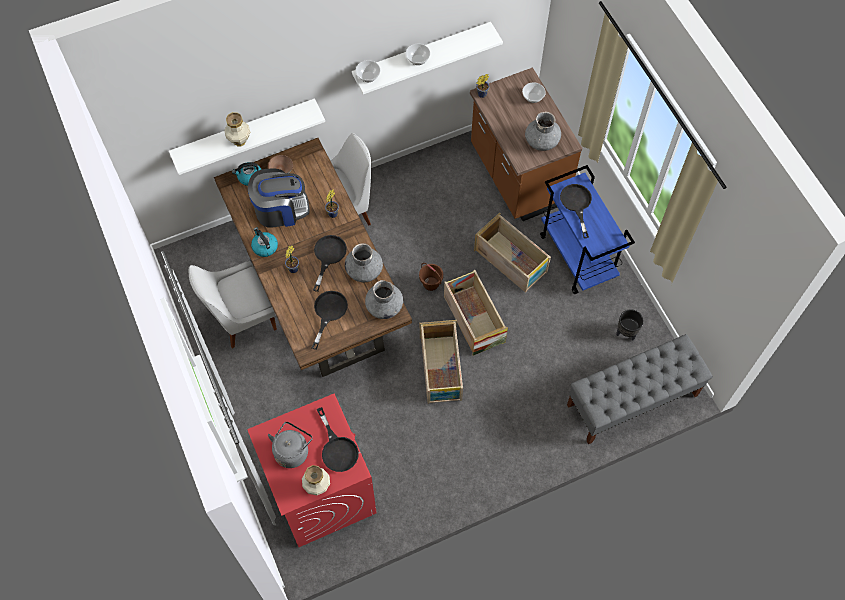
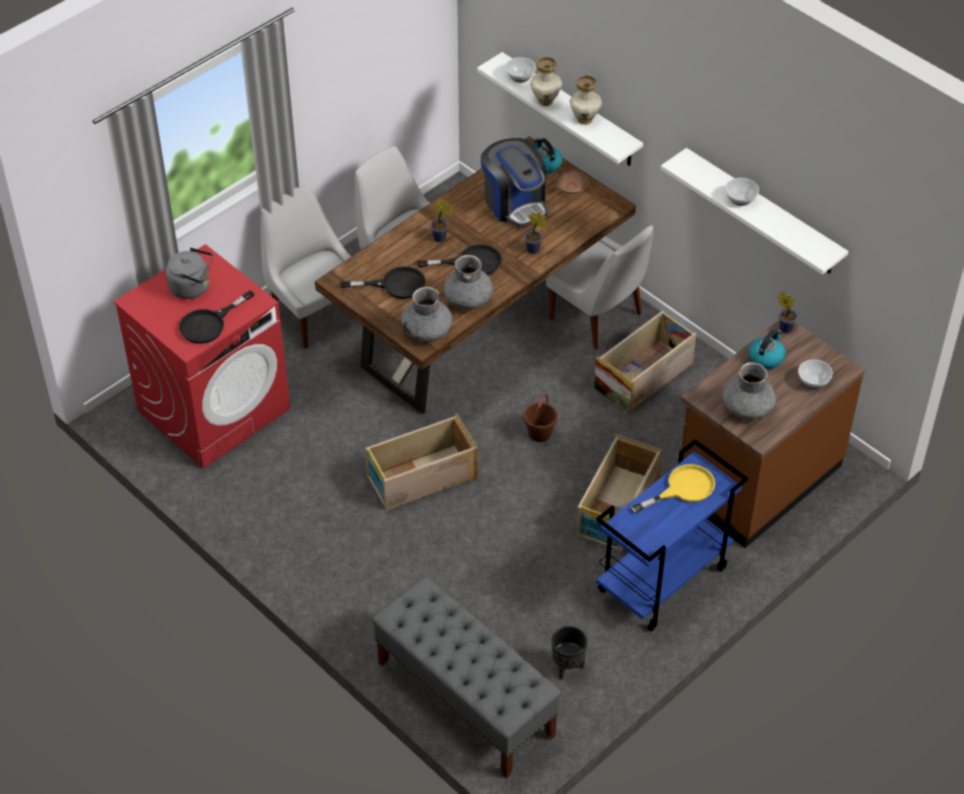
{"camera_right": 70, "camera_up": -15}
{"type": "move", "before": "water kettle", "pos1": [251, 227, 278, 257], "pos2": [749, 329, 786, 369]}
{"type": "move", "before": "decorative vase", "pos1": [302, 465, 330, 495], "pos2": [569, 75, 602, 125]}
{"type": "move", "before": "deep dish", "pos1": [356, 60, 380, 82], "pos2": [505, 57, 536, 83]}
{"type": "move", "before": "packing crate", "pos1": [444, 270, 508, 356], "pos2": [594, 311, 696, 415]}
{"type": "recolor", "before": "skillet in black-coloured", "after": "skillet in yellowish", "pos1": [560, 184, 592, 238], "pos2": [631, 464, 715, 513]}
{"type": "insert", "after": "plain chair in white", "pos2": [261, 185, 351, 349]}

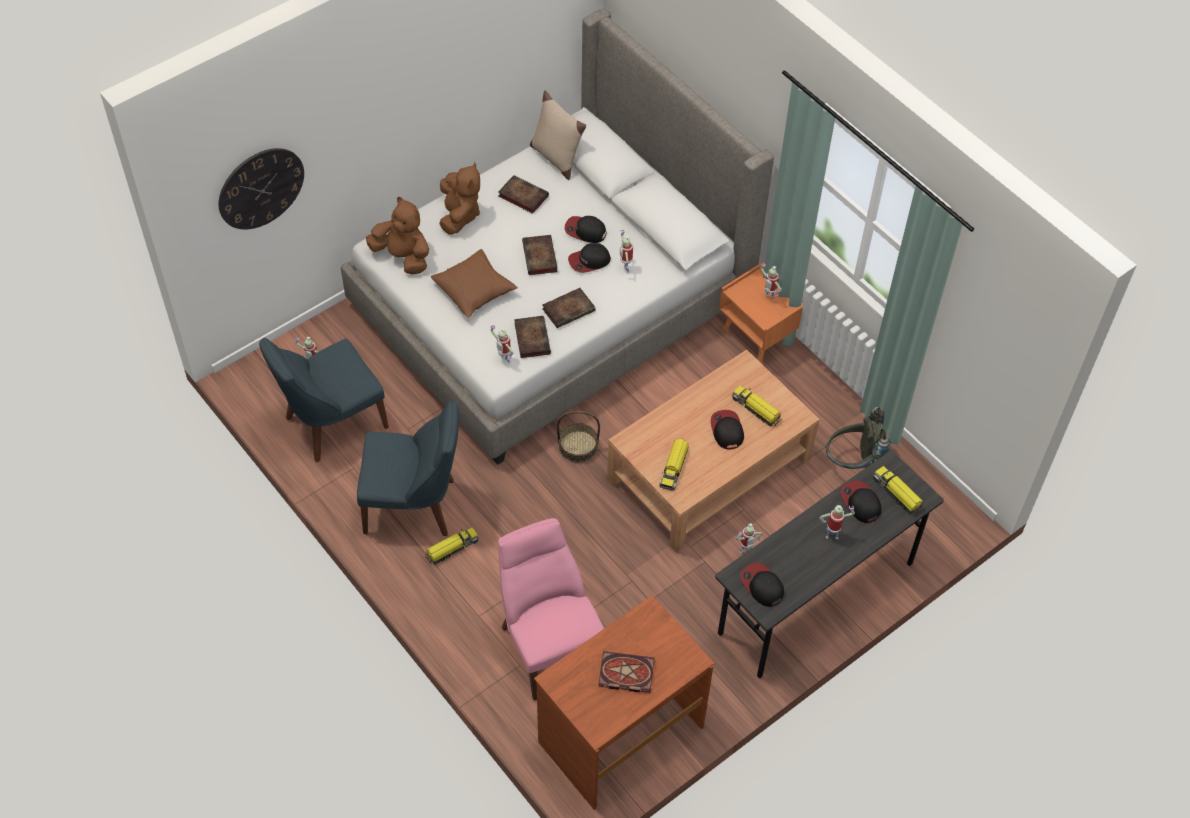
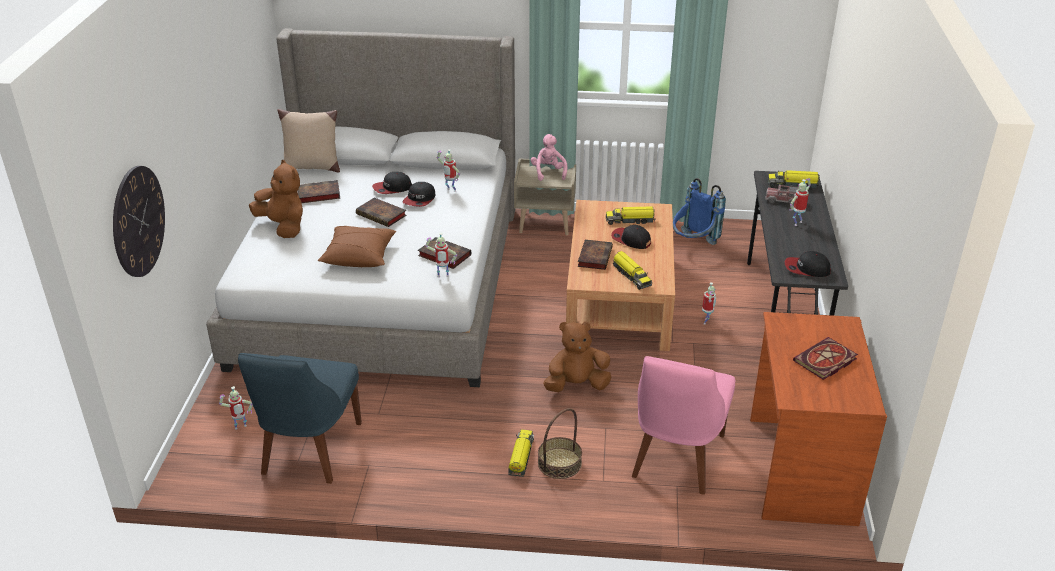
{"camera_right": -45, "camera_up": -20}
{"type": "delete", "before": "plain chair in blue", "pos1": [357, 401, 459, 536]}
{"type": "move", "before": "soft toy in brownish", "pos1": [366, 197, 429, 274], "pos2": [543, 321, 611, 392]}
{"type": "rotate", "before": "plain chair in pink-coloured", "pos1": [498, 518, 604, 700], "pos2": [632, 356, 735, 495], "turn": -90}
{"type": "move", "before": "bound book", "pos1": [542, 288, 595, 328], "pos2": [578, 240, 613, 270]}
{"type": "move", "before": "storage basket", "pos1": [557, 411, 600, 463], "pos2": [538, 408, 582, 479]}
{"type": "recolor", "before": "bedside table in orange", "after": "bedside table in sand-coloured", "pos1": [719, 262, 803, 364], "pos2": [514, 158, 576, 236]}
{"type": "replace", "before": "robot figure", "after": "soft toy in pink-coloured", "pos1": [760, 263, 782, 301], "pos2": [531, 134, 567, 181]}
{"type": "recolor", "before": "rucksack in gray", "after": "rucksack in blue", "pos1": [826, 407, 891, 469], "pos2": [673, 178, 726, 245]}
{"type": "replace", "before": "cap", "after": "toy truck", "pos1": [841, 480, 882, 523], "pos2": [765, 185, 800, 206]}

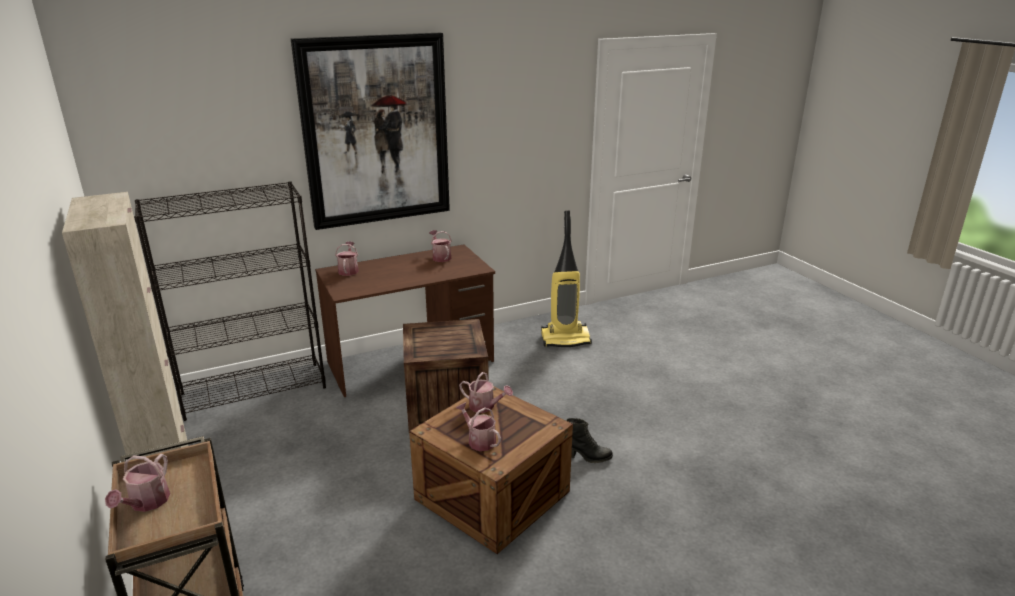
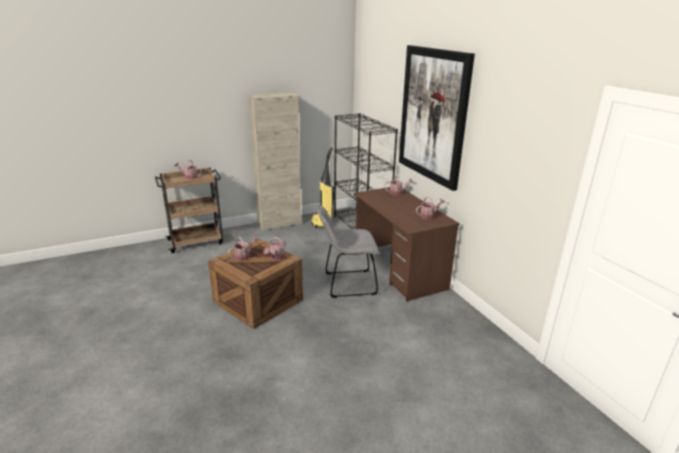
{"camera_right": 90, "camera_up": 0}
{"type": "replace", "before": "packing crate", "after": "plain chair in gray", "pos1": [403, 319, 489, 431], "pos2": [318, 205, 379, 298]}
{"type": "move", "before": "vacuum", "pos1": [541, 210, 592, 347], "pos2": [311, 147, 335, 228]}
{"type": "delete", "before": "boot in black-coloured", "pos1": [566, 418, 613, 463]}

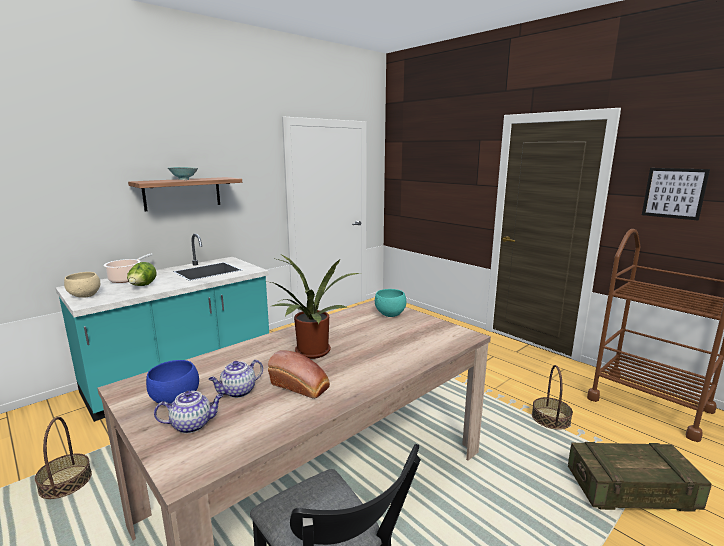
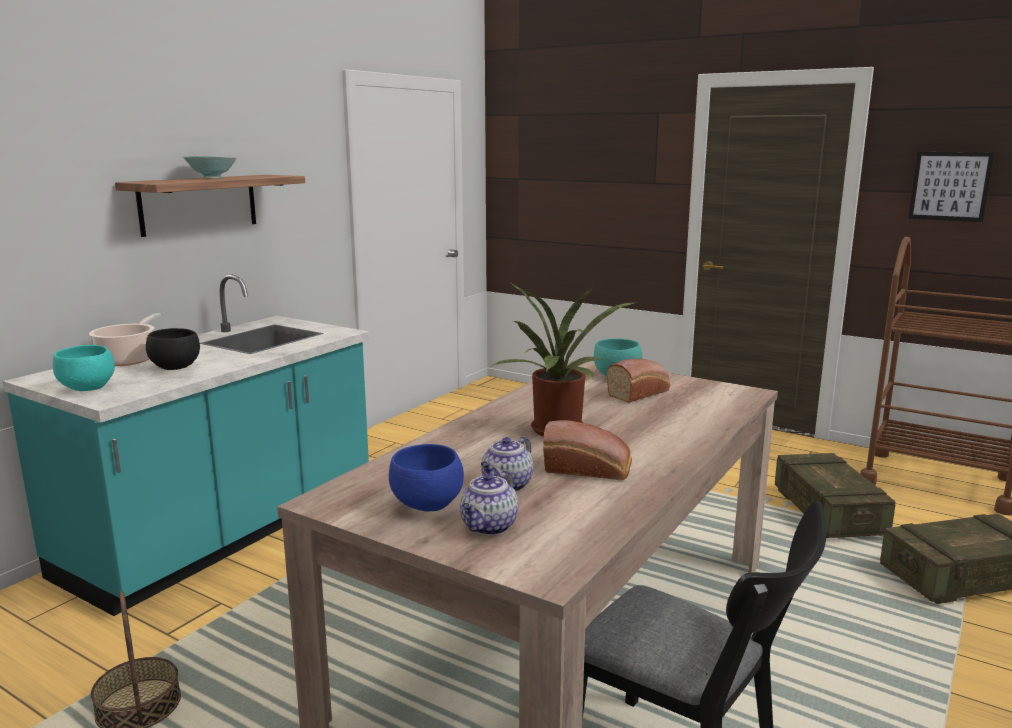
{"camera_right": -15, "camera_up": 0}
{"type": "recolor", "before": "deep dish in sand-coloured", "after": "deep dish in blue-green", "pos1": [64, 272, 100, 298], "pos2": [53, 345, 115, 391]}
{"type": "replace", "before": "lettuce head", "after": "deep dish in black-coloured", "pos1": [127, 262, 156, 286], "pos2": [146, 328, 200, 370]}
{"type": "rotate", "before": "tea pot", "pos1": [154, 391, 223, 433], "pos2": [460, 470, 518, 535], "turn": 150}
{"type": "replace", "before": "storage basket", "after": "packing crate", "pos1": [532, 365, 573, 430], "pos2": [775, 453, 896, 538]}
{"type": "insert", "after": "bread", "pos2": [607, 359, 670, 403]}

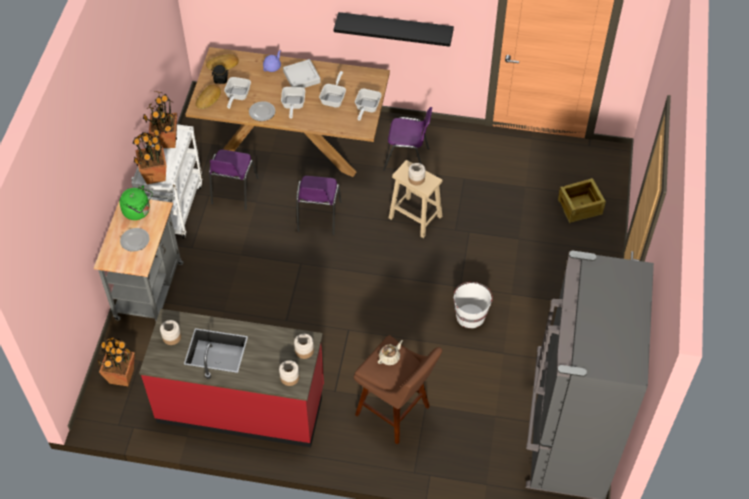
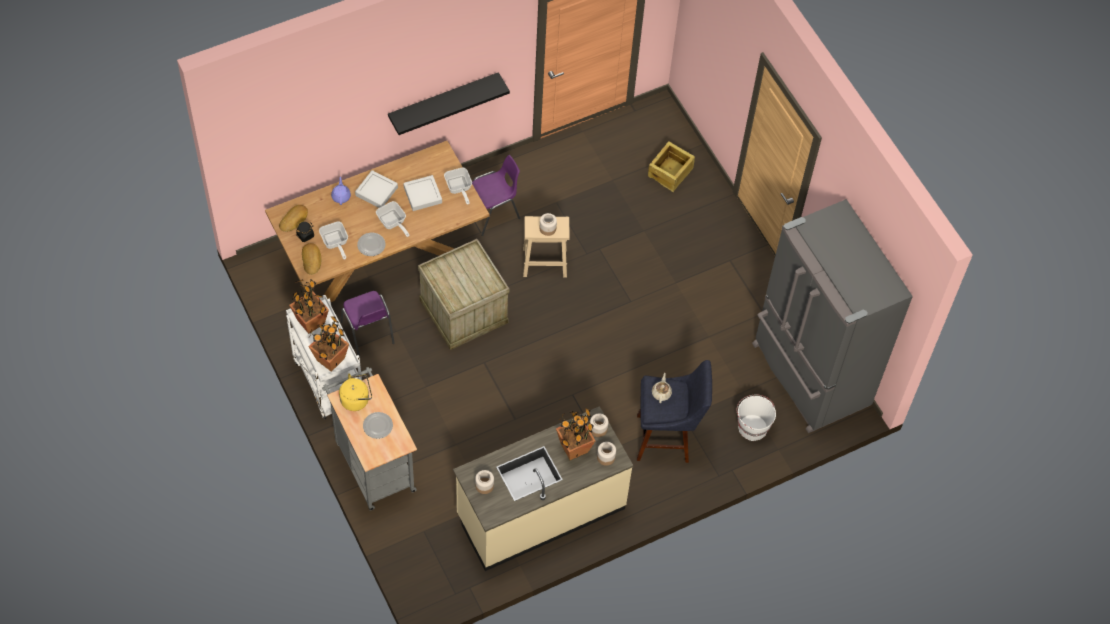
{"camera_right": -40, "camera_up": 5}
{"type": "move", "before": "houseplant", "pos1": [98, 337, 135, 386], "pos2": [556, 408, 595, 460]}
{"type": "recolor", "before": "water kettle in green", "after": "water kettle in yellowish", "pos1": [119, 185, 153, 220], "pos2": [339, 374, 372, 411]}
{"type": "recolor", "before": "kitchen base unit in red", "after": "kitchen base unit in sand-coloured", "pos1": [139, 309, 324, 447], "pos2": [453, 406, 633, 571]}
{"type": "replace", "before": "plain chair in purple-coloured", "after": "packing crate", "pos1": [296, 176, 341, 235], "pos2": [418, 239, 509, 350]}
{"type": "replace", "before": "skillet", "after": "tray in gray", "pos1": [319, 71, 346, 108], "pos2": [403, 175, 442, 211]}
{"type": "recolor", "before": "stool in brownish", "after": "stool in blue", "pos1": [354, 335, 442, 445], "pos2": [637, 360, 712, 463]}
{"type": "move", "before": "bucket in white", "pos1": [454, 282, 493, 328], "pos2": [737, 394, 776, 441]}

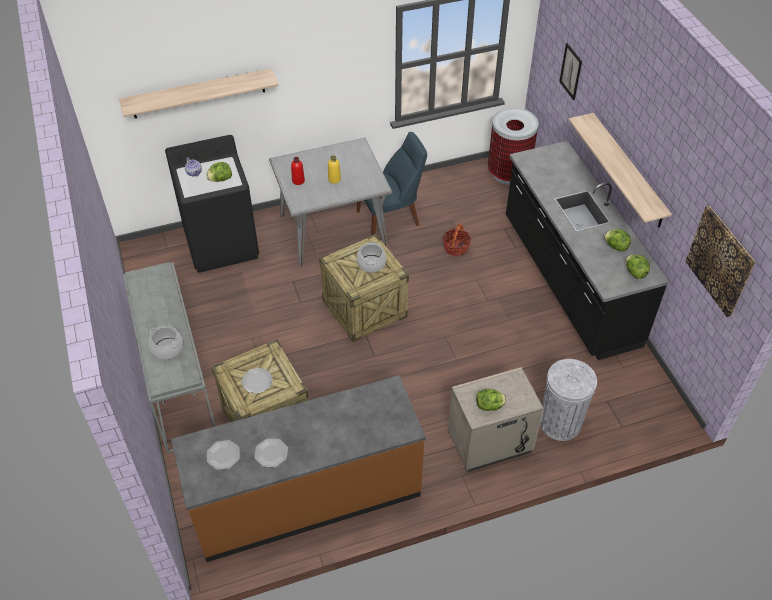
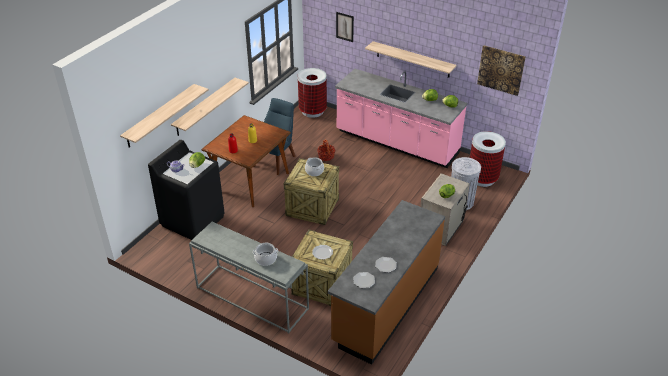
{"camera_right": -40, "camera_up": -10}
{"type": "recolor", "before": "dinner table in gray", "after": "dinner table in brownish", "pos1": [269, 137, 392, 266], "pos2": [202, 115, 291, 207]}
{"type": "recolor", "before": "kitchen base unit in black-coloured", "after": "kitchen base unit in pink-coloured", "pos1": [506, 141, 669, 360], "pos2": [335, 69, 467, 168]}
{"type": "insert", "after": "bracket shelf", "pos2": [171, 78, 249, 136]}
{"type": "insert", "after": "trash can", "pos2": [470, 131, 506, 187]}

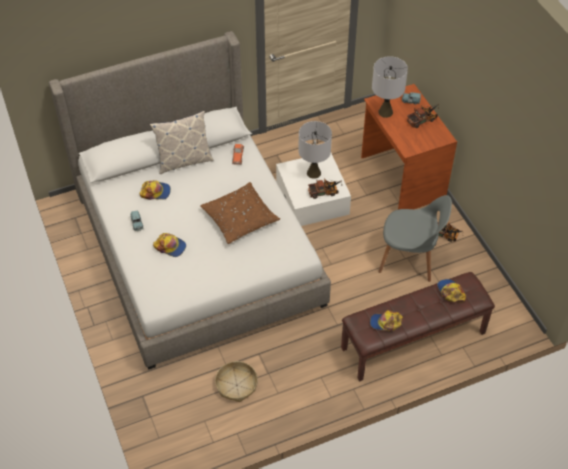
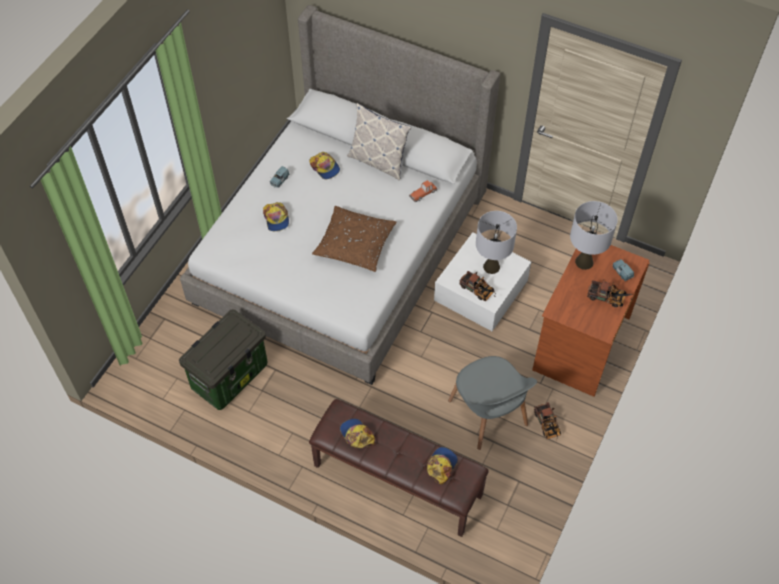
{"camera_right": 50, "camera_up": 5}
{"type": "replace", "before": "storage basket", "after": "storage box", "pos1": [215, 361, 258, 402], "pos2": [179, 309, 268, 410]}

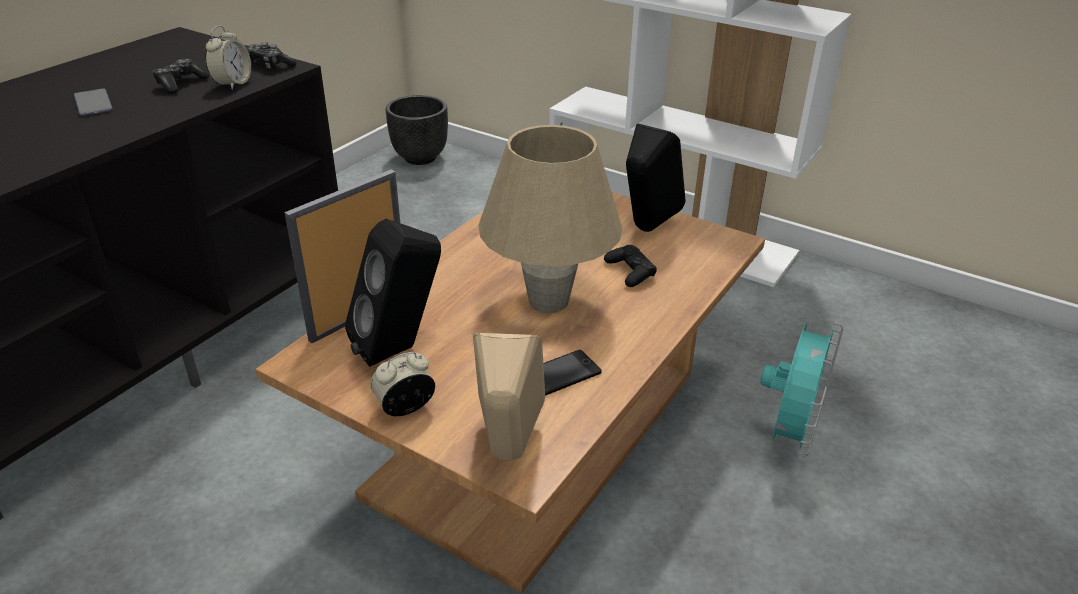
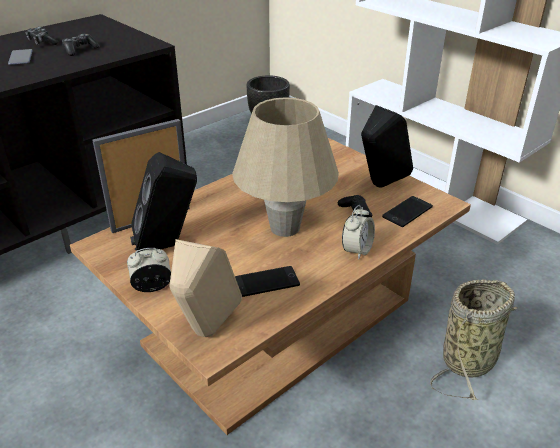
{"camera_right": 15, "camera_up": 0}
{"type": "move", "before": "alarm clock", "pos1": [205, 26, 251, 90], "pos2": [342, 205, 375, 260]}
{"type": "move", "before": "game controller", "pos1": [246, 42, 296, 69], "pos2": [25, 27, 58, 45]}
{"type": "replace", "before": "cooling fan in blue-green", "after": "storage basket", "pos1": [760, 322, 843, 457], "pos2": [430, 280, 518, 400]}
{"type": "insert", "after": "handset", "pos2": [382, 196, 433, 227]}

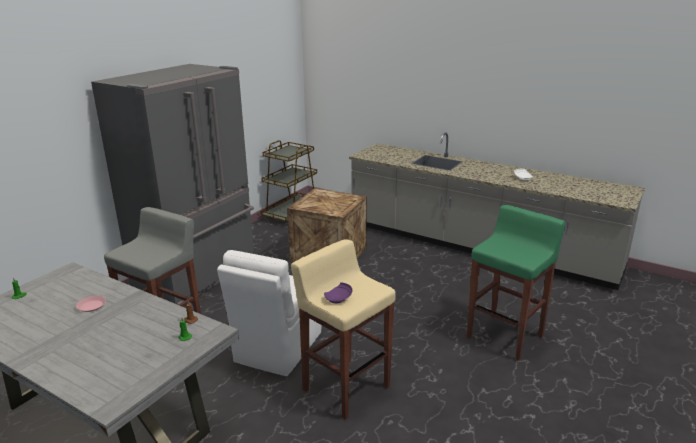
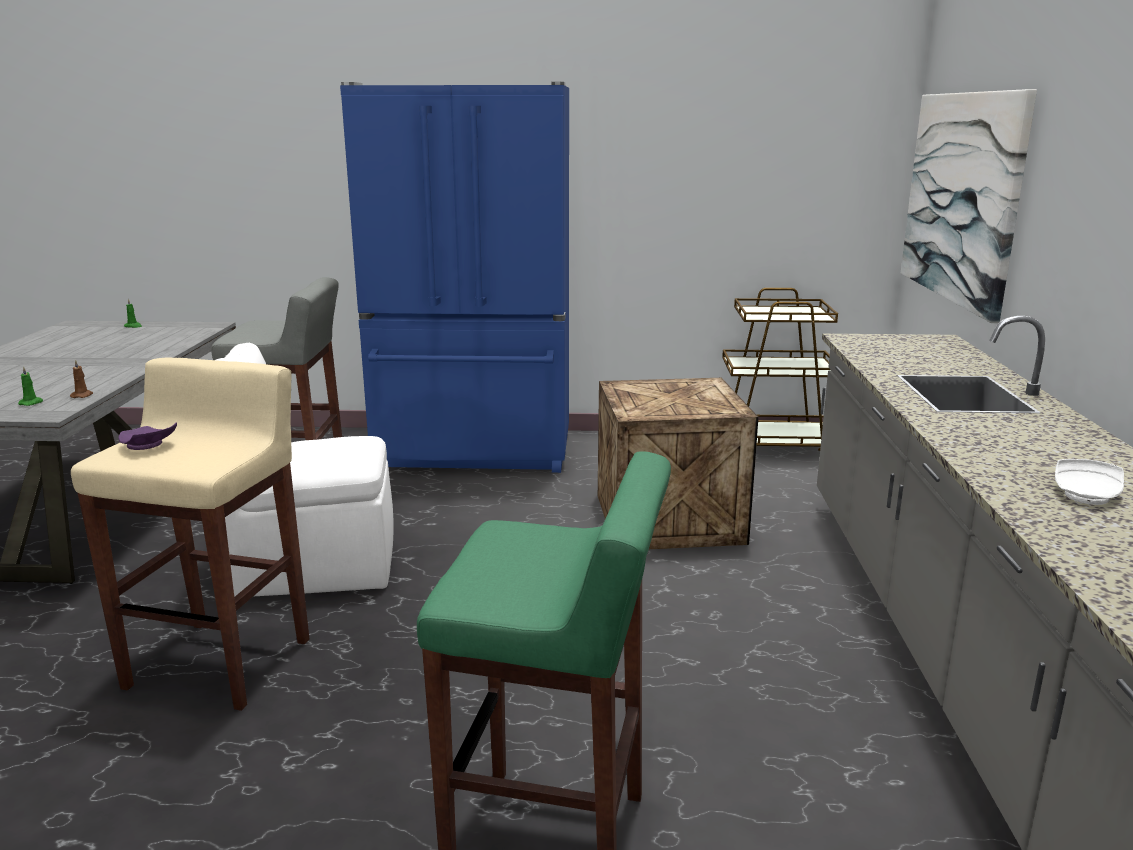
{"camera_right": 60, "camera_up": -5}
{"type": "delete", "before": "flat dish in pink-coloured", "pos1": [76, 296, 106, 312]}
{"type": "recolor", "before": "kitchen fridge in gray", "after": "kitchen fridge in blue", "pos1": [91, 64, 254, 305], "pos2": [340, 82, 569, 473]}
{"type": "insert", "after": "picture", "pos2": [901, 89, 1037, 323]}

